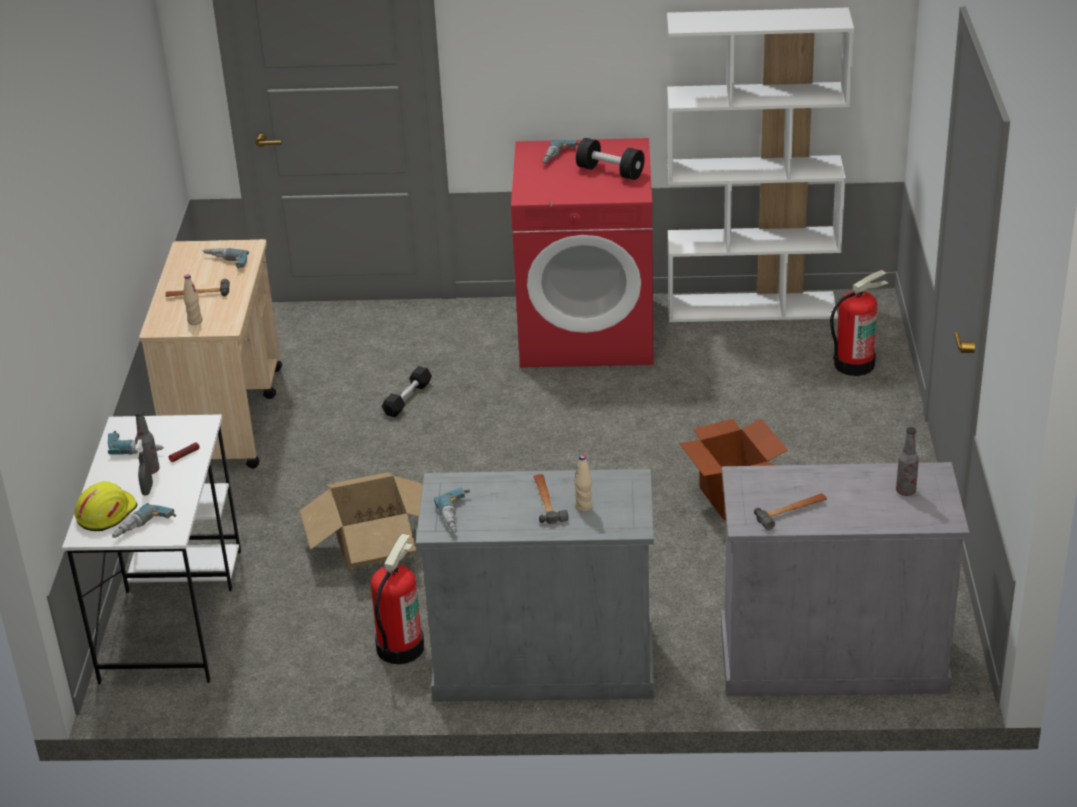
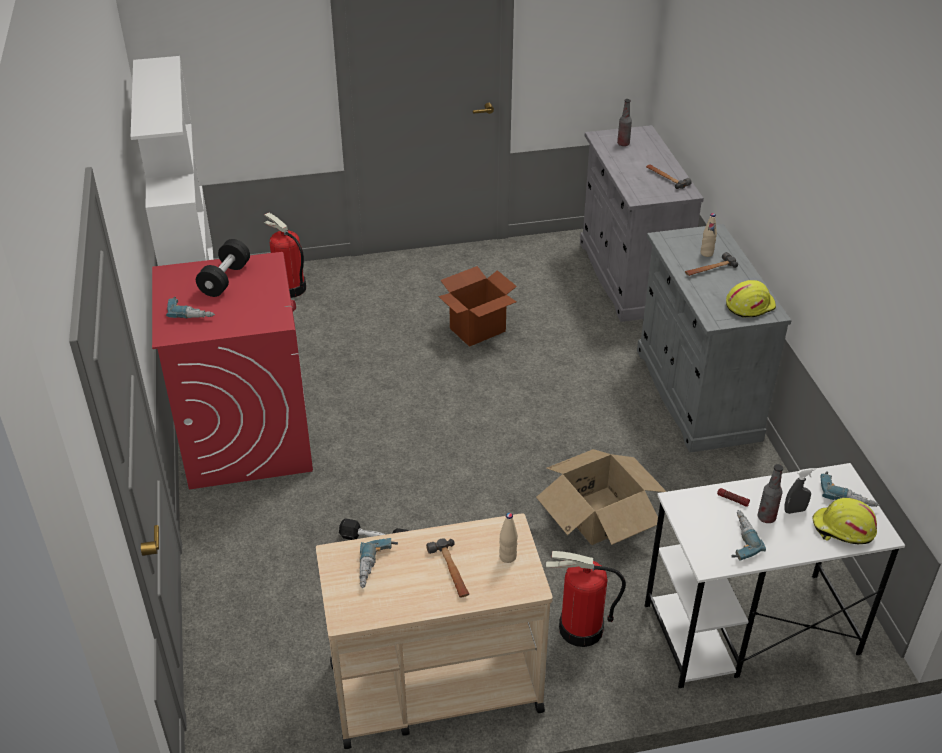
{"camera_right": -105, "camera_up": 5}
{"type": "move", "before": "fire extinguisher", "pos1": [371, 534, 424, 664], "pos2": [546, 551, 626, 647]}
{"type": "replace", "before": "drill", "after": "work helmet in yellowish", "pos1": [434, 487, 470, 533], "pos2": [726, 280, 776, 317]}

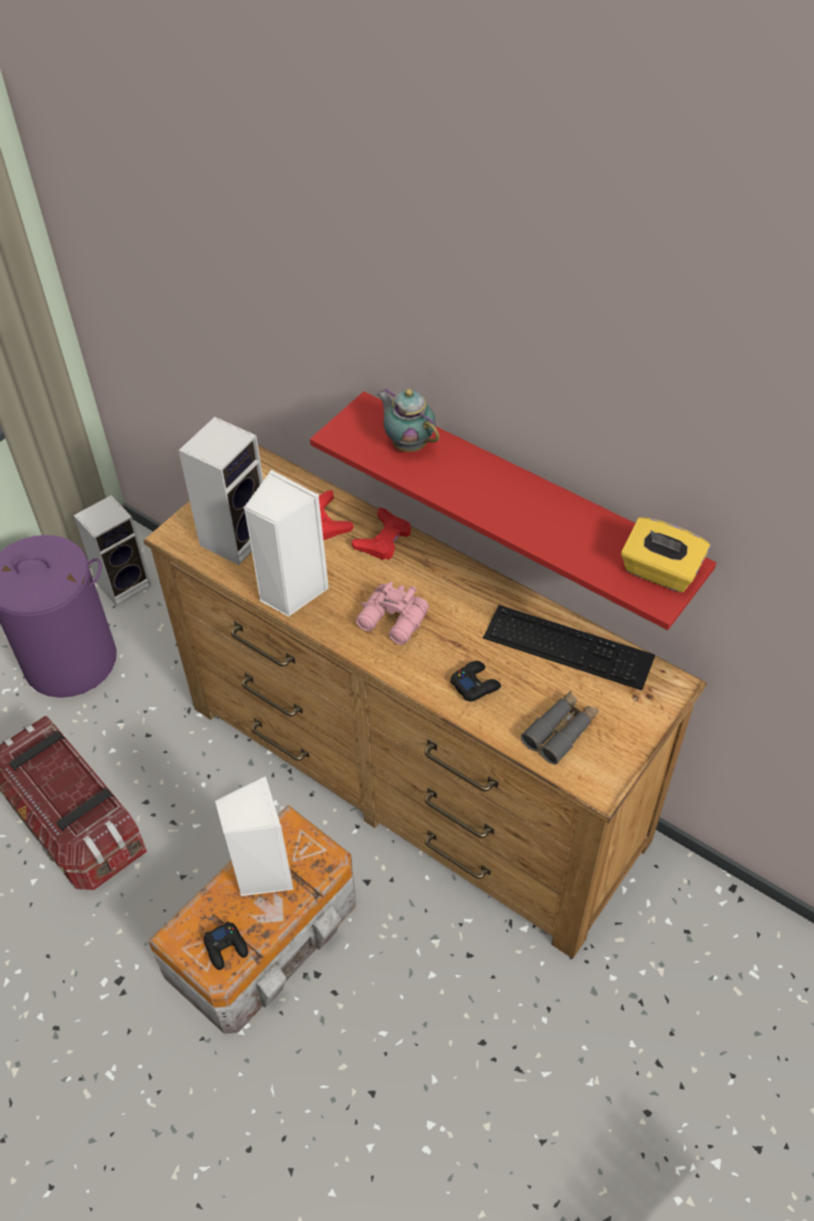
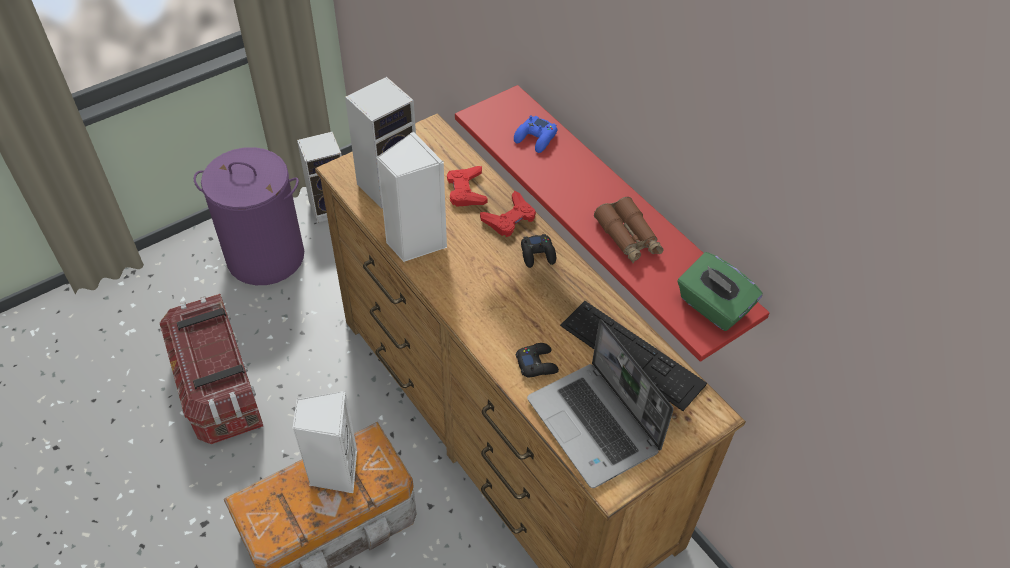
{"camera_right": 15, "camera_up": 0}
{"type": "move", "before": "game controller in black-coloured", "pos1": [204, 921, 248, 970], "pos2": [521, 234, 556, 268]}
{"type": "delete", "before": "binoculars in pink-coloured", "pos1": [356, 581, 429, 645]}
{"type": "replace", "before": "tea pot", "after": "game controller in blue", "pos1": [377, 388, 439, 452], "pos2": [514, 115, 557, 153]}
{"type": "replace", "before": "binoculars in gray", "after": "portable computer", "pos1": [521, 691, 599, 764], "pos2": [527, 319, 674, 488]}
{"type": "recolor", "before": "tissue holder in yellowish", "after": "tissue holder in green", "pos1": [621, 517, 710, 593], "pos2": [677, 252, 762, 331]}
{"type": "insert", "after": "binoculars in brownish", "pos2": [594, 197, 663, 264]}

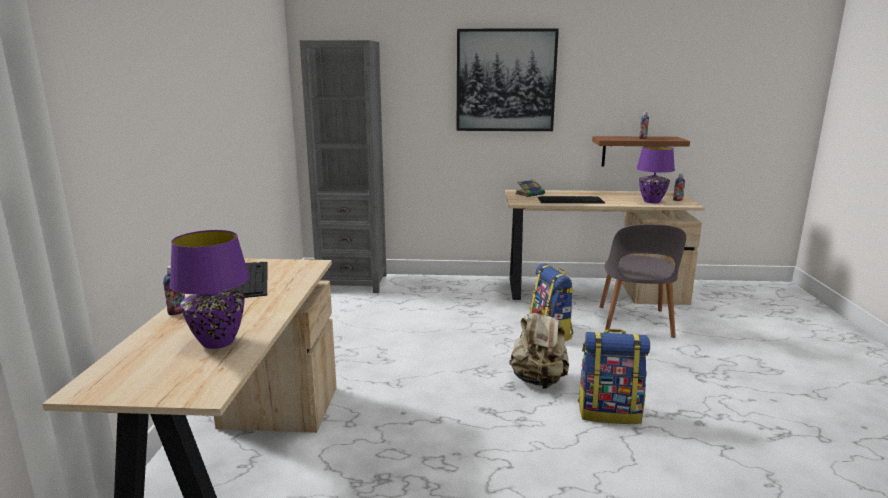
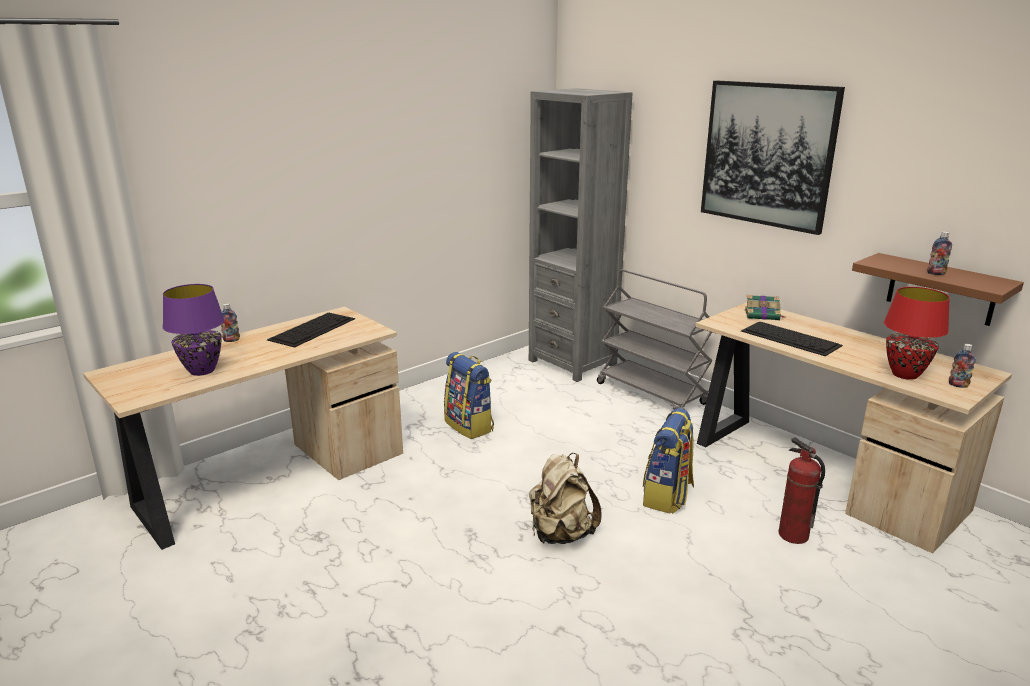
{"camera_right": 45, "camera_up": 5}
{"type": "move", "before": "rucksack", "pos1": [578, 329, 650, 424], "pos2": [444, 352, 494, 439]}
{"type": "replace", "before": "plain chair in gray", "after": "fire extinguisher", "pos1": [600, 224, 686, 338], "pos2": [779, 437, 825, 544]}
{"type": "recolor", "before": "tabletop lamp in purple-coloured", "after": "tabletop lamp in red", "pos1": [636, 146, 675, 203], "pos2": [884, 287, 950, 380]}
{"type": "insert", "after": "wheeled cart in gray", "pos2": [597, 269, 713, 410]}

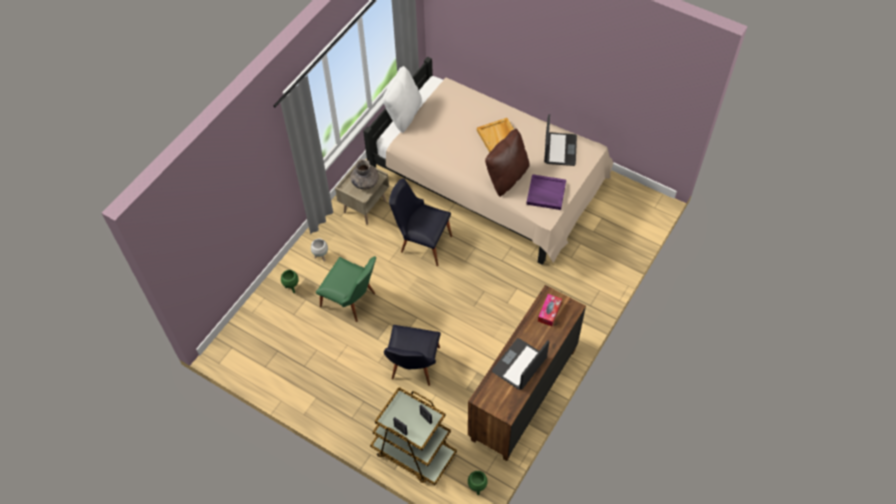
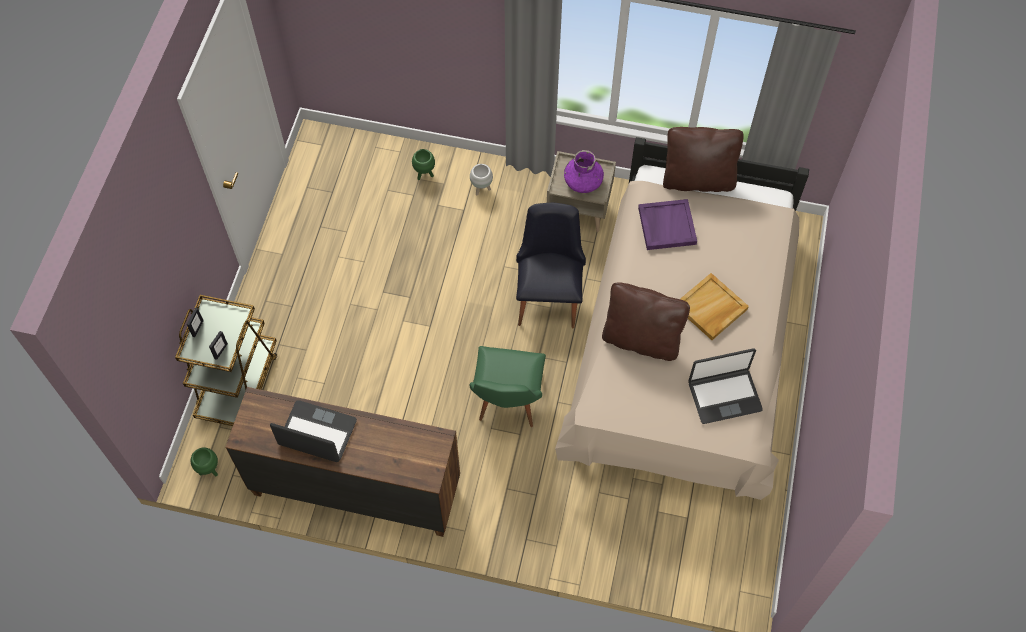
{"camera_right": 70, "camera_up": 5}
{"type": "move", "before": "plain chair in green", "pos1": [316, 256, 376, 322], "pos2": [470, 346, 546, 427]}
{"type": "recolor", "before": "decorative vase in gray", "after": "decorative vase in purple-coloured", "pos1": [350, 159, 379, 190], "pos2": [564, 150, 604, 193]}
{"type": "recolor", "before": "cushion in white", "after": "cushion in brownish", "pos1": [383, 66, 422, 133], "pos2": [663, 127, 743, 192]}
{"type": "delete", "before": "plain chair in black-coloured", "pos1": [384, 325, 441, 386]}
{"type": "move", "before": "tray in purple-coloured", "pos1": [526, 174, 566, 210], "pos2": [638, 199, 697, 250]}
{"type": "delete", "before": "tissue holder", "pos1": [538, 294, 562, 326]}

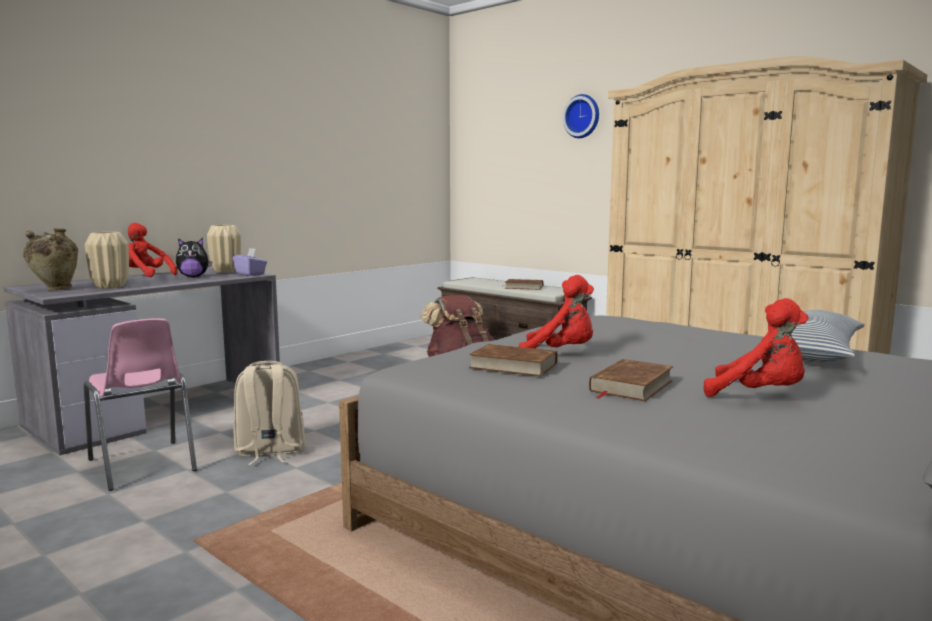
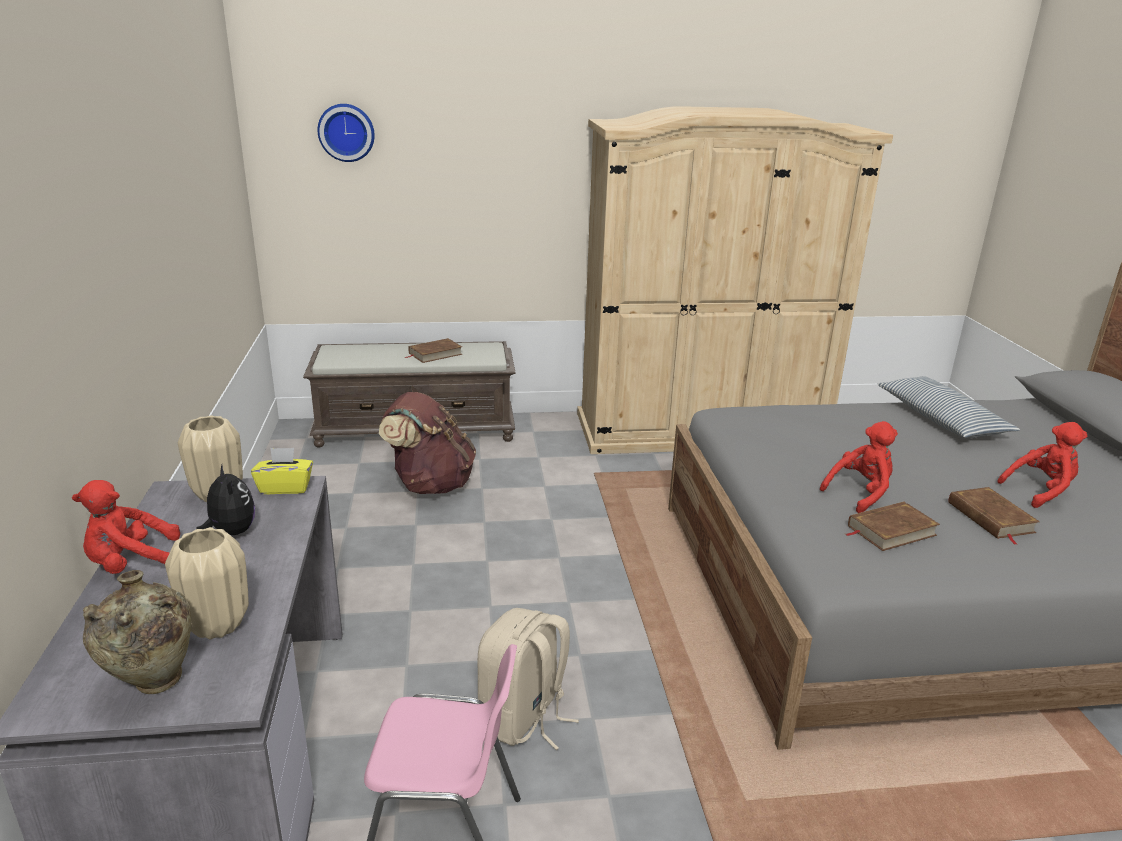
{"camera_right": -50, "camera_up": 15}
{"type": "rotate", "before": "soft toy", "pos1": [176, 238, 212, 277], "pos2": [196, 465, 255, 535], "turn": -60}
{"type": "recolor", "before": "tissue holder in purple-coloured", "after": "tissue holder in yellowish", "pos1": [232, 248, 267, 276], "pos2": [251, 448, 313, 494]}
{"type": "move", "before": "wall clock", "pos1": [562, 94, 599, 138], "pos2": [318, 104, 375, 162]}

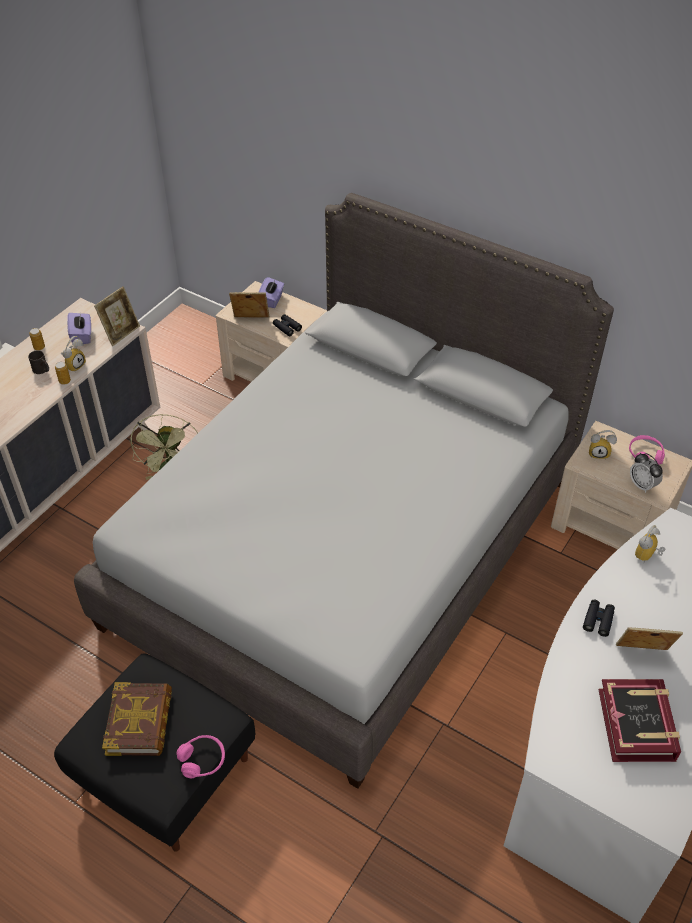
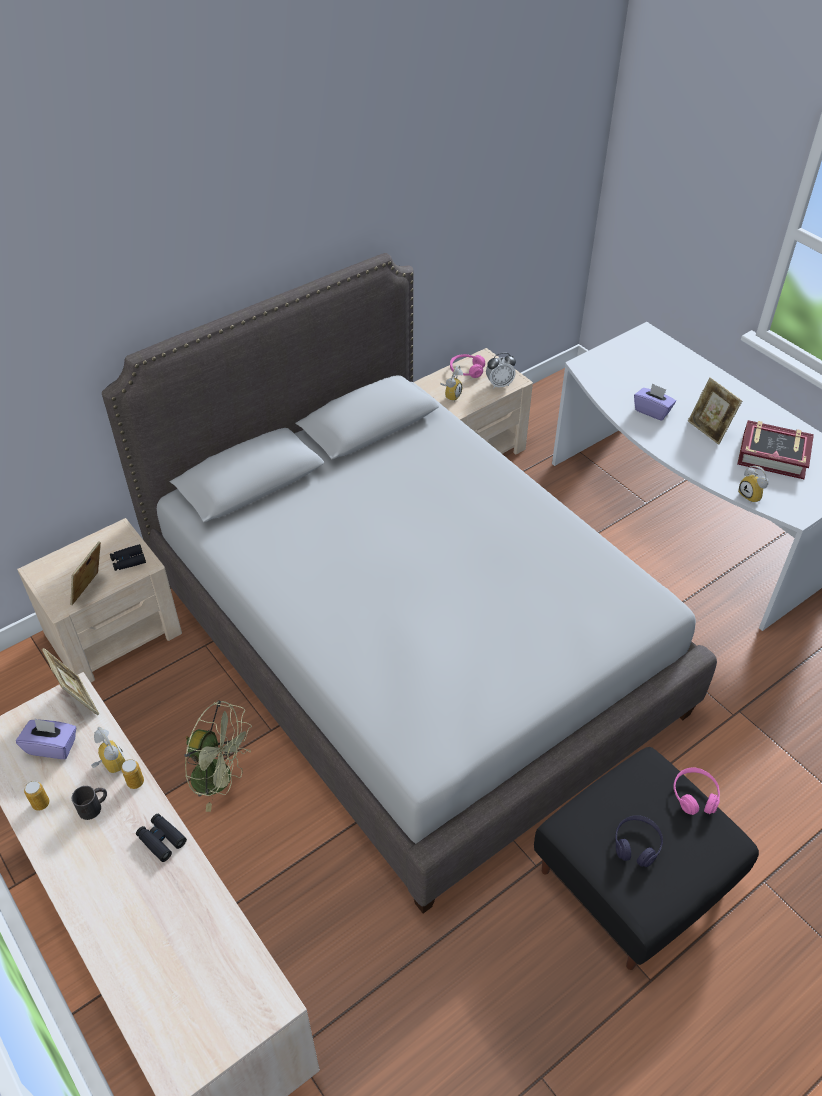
{"camera_right": -70, "camera_up": 0}
{"type": "replace", "before": "bound book", "after": "headphones in purple-coloured", "pos1": [102, 682, 172, 756], "pos2": [615, 815, 663, 867]}
{"type": "move", "before": "tissue holder in purple-coloured", "pos1": [259, 277, 284, 308], "pos2": [634, 383, 676, 421]}
{"type": "move", "before": "binoculars in black-coloured", "pos1": [583, 600, 615, 637], "pos2": [136, 814, 187, 862]}
{"type": "rotate", "before": "photo frame", "pos1": [616, 627, 683, 650], "pos2": [688, 377, 742, 445], "turn": -60}
{"type": "move", "before": "alarm clock", "pos1": [635, 525, 665, 563], "pos2": [738, 466, 769, 503]}

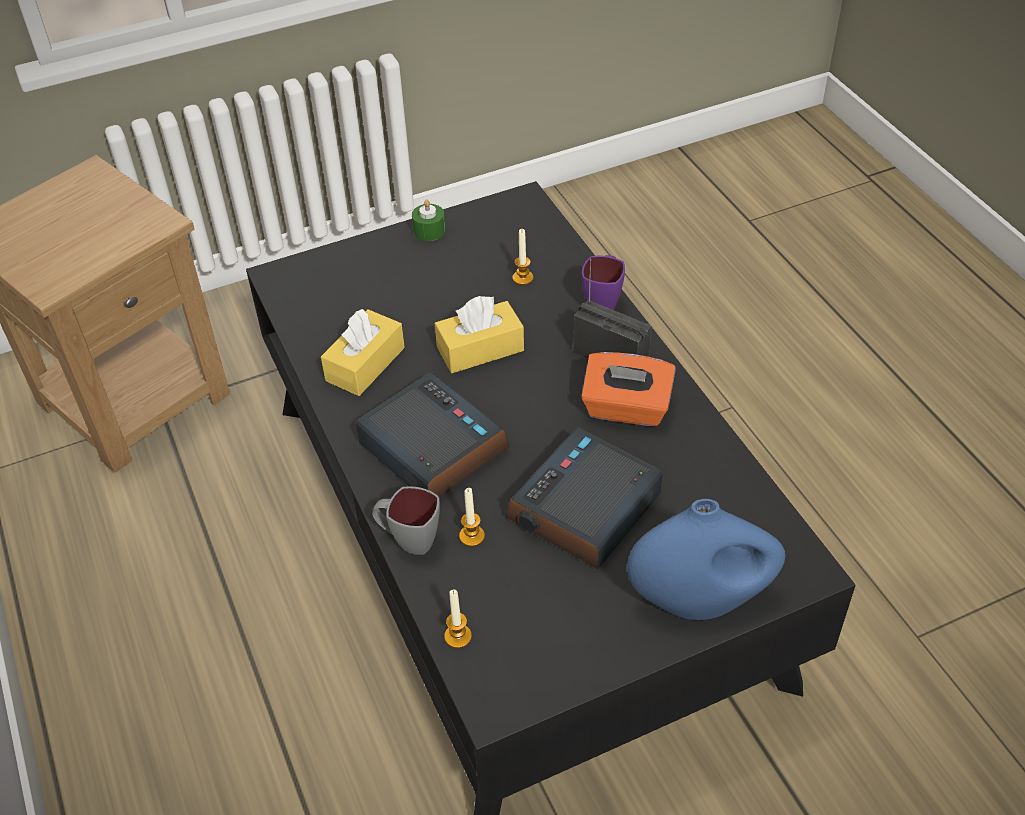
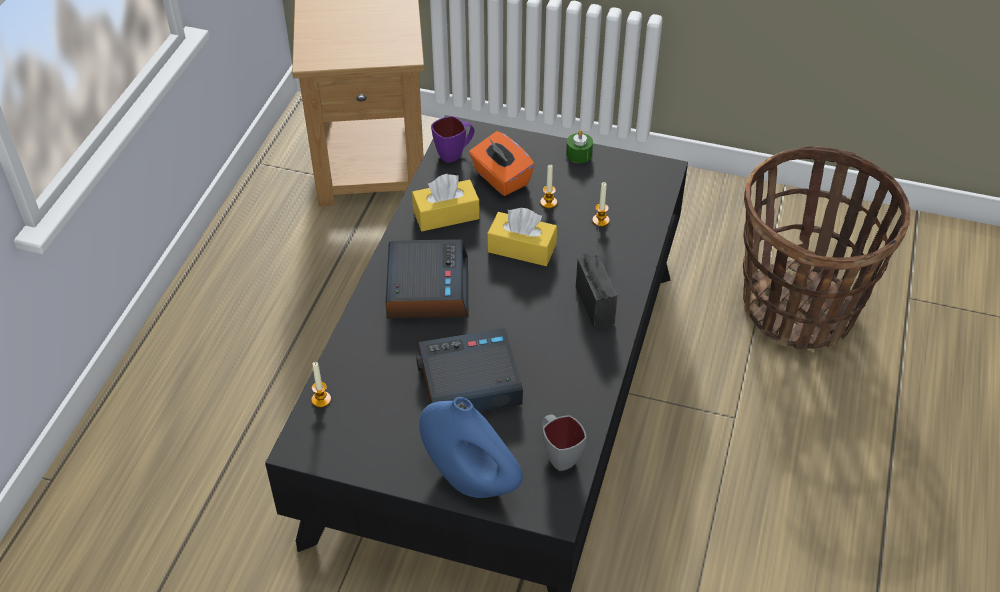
{"camera_right": 40, "camera_up": 0}
{"type": "move", "before": "mug in gray", "pos1": [372, 487, 440, 555], "pos2": [542, 415, 587, 471]}
{"type": "move", "before": "wax candle", "pos1": [459, 488, 485, 547], "pos2": [540, 165, 557, 208]}
{"type": "move", "before": "tissue holder in orange", "pos1": [581, 352, 676, 426], "pos2": [469, 131, 535, 196]}
{"type": "move", "before": "mug in purple-coloured", "pos1": [582, 255, 625, 310], "pos2": [431, 116, 475, 163]}
{"type": "insert", "after": "storage basket", "pos2": [743, 146, 910, 350]}

